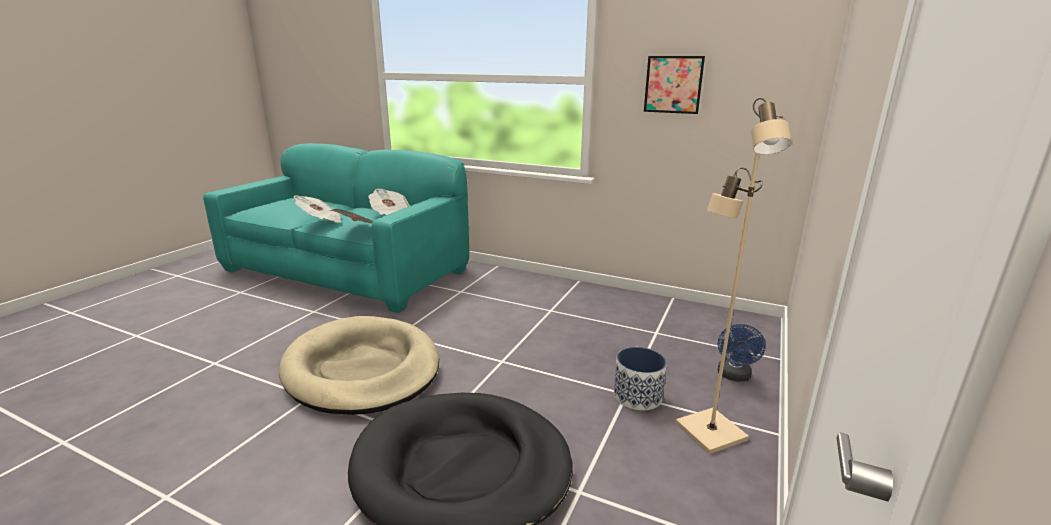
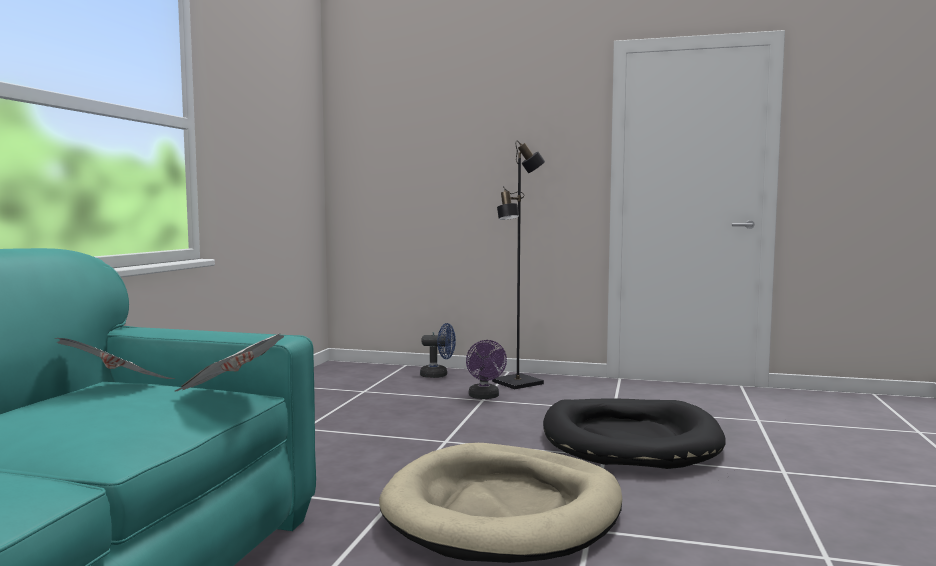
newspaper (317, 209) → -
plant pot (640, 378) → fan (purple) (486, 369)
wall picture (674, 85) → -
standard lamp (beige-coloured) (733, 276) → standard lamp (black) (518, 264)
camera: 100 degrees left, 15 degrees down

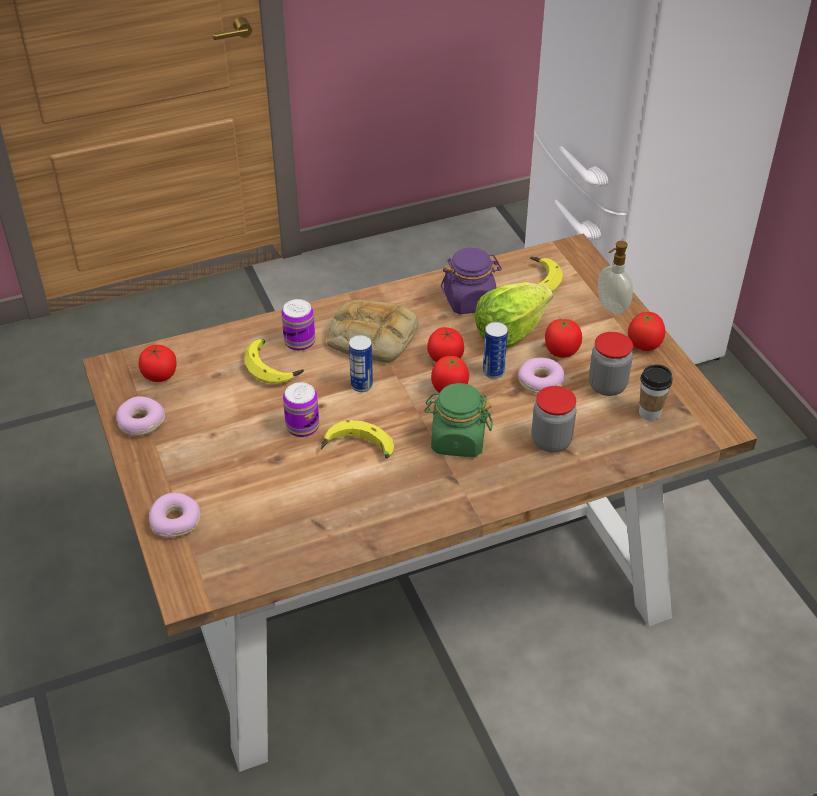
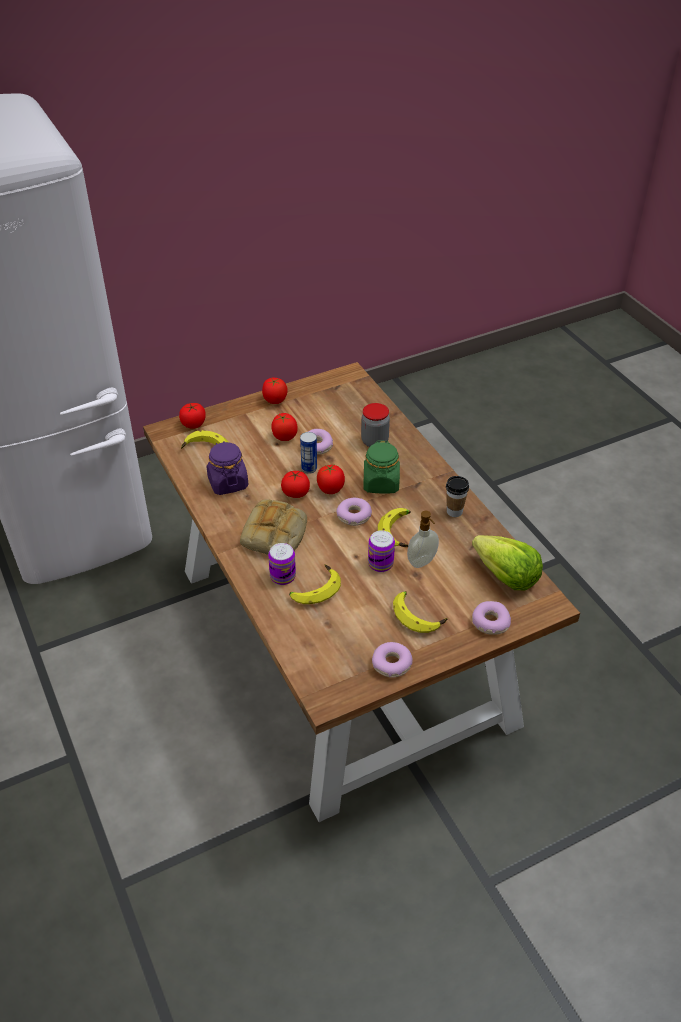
fresh tomato (158, 363) → fresh tomato (192, 416), move
metal can (361, 363) → -
lettuce (513, 315) → lettuce (507, 562), move
preserve jar (611, 364) → -
liquid soap bottle (615, 278) → liquid soap bottle (423, 539), move
small cup (656, 392) → small cup (457, 496), move
- → doughnut (354, 512)
- → whole banana (420, 612)
camera: 95 degrees left, 0 degrees up

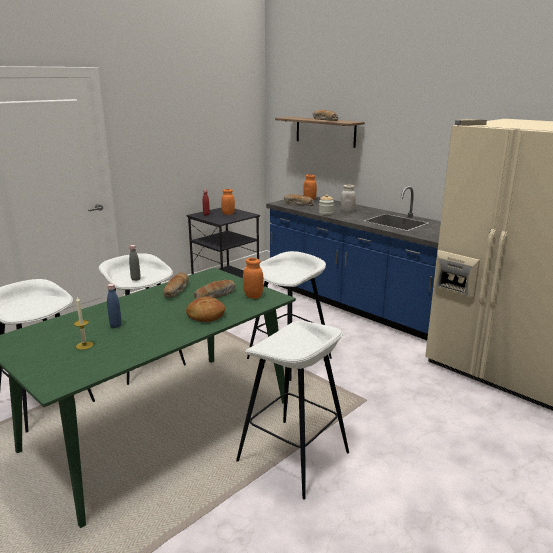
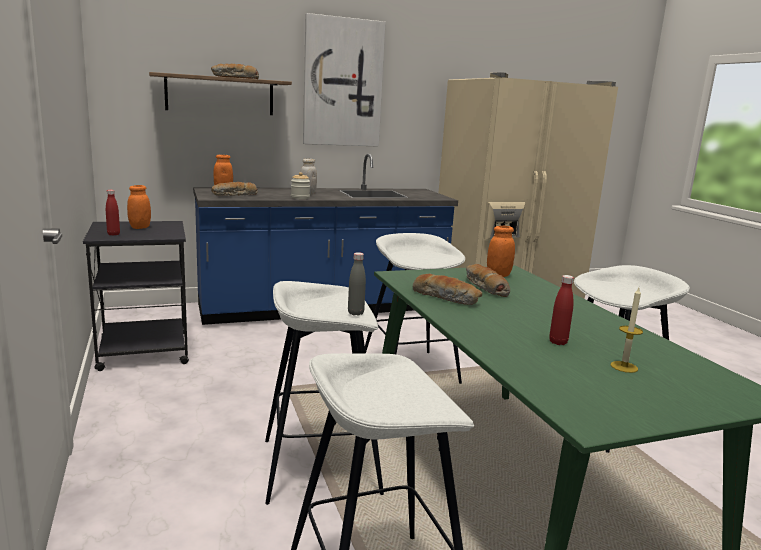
bottle (blue) (114, 306) → bottle (red-coloured) (561, 310)
bread (205, 309) → -
- → wall picture (344, 80)
camera: 65 degrees left, 5 degrees down

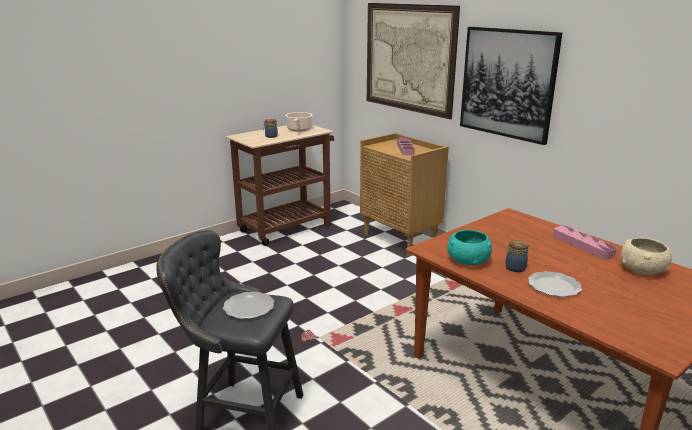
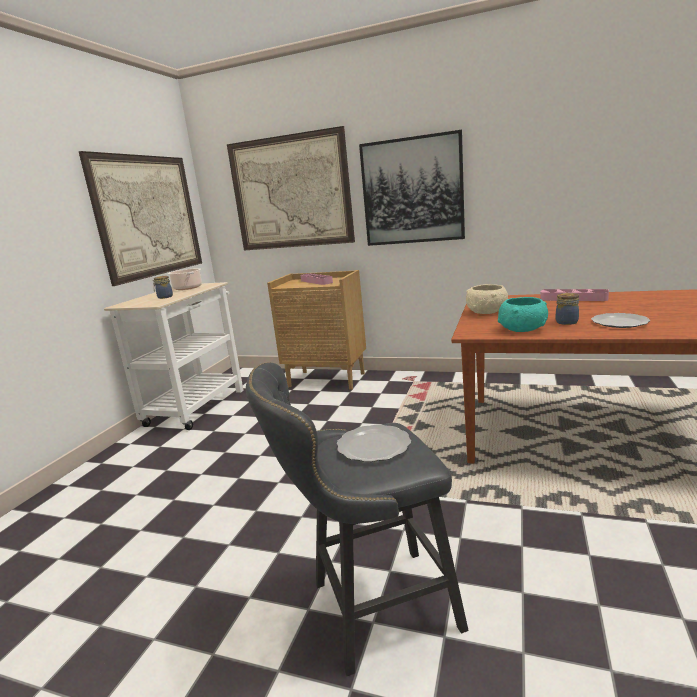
wheeled cart (brownish) (280, 185) → wheeled cart (white) (174, 356)
serving bowl (beige-coloured) (646, 256) → serving bowl (beige-coloured) (487, 299), move
- → wall picture (140, 218)
camera: 30 degrees left, 5 degrees down

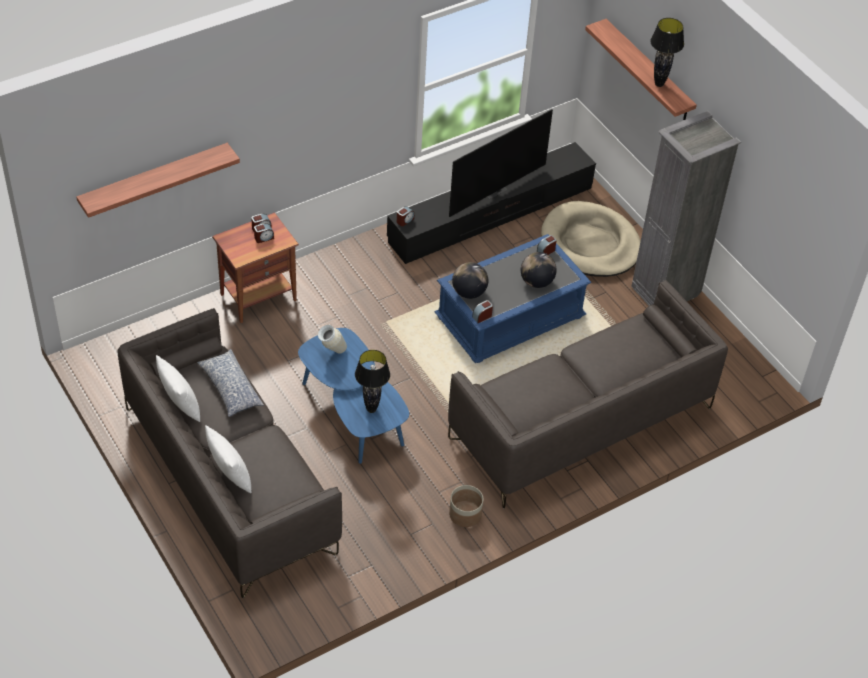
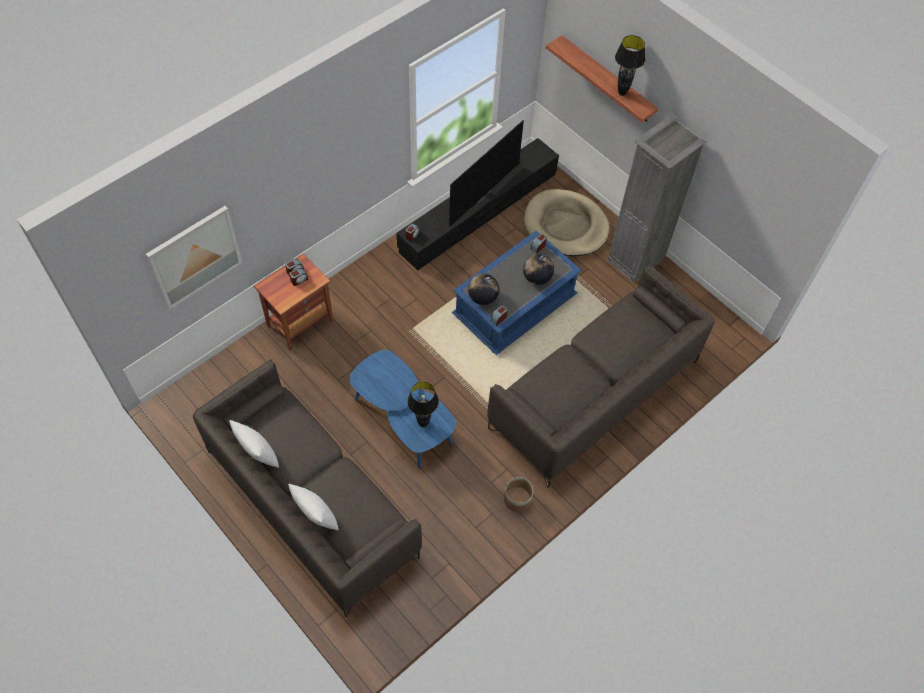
wall shelf (158, 180) → wall picture (194, 257)
throw pillow (230, 383) → -
vase (332, 339) → -
camera: 10 degrees left, 10 degrees up

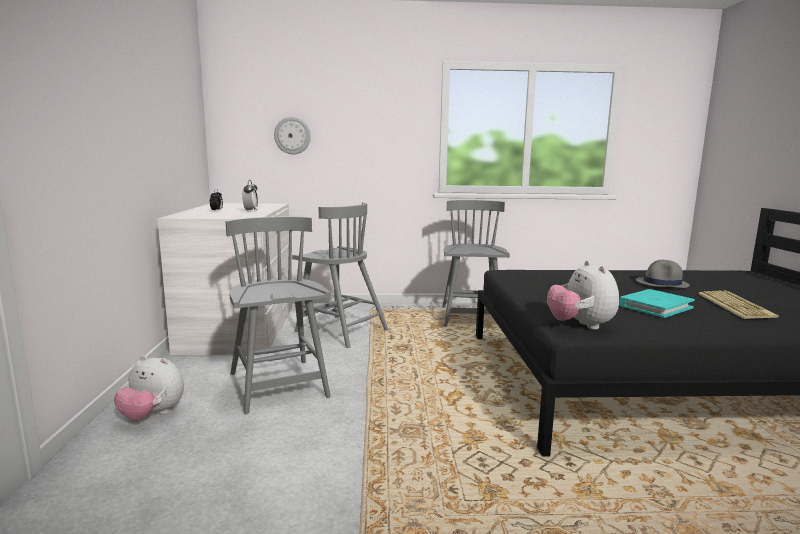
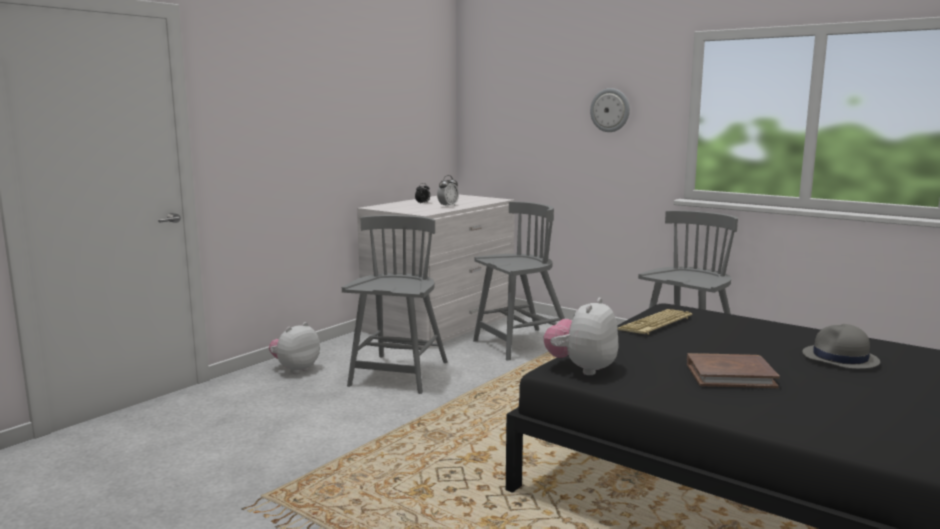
plush toy (149, 387) → plush toy (294, 348), 75 degrees clockwise
clock on the wall (292, 135) → clock on the wall (610, 110), move
plain chair (grey) (340, 275) → plain chair (grey) (519, 281), 105 degrees counterclockwise
volume (blue-green) (657, 303) → volume (brownish) (733, 370)
computer keyboard (739, 304) → computer keyboard (655, 322), move
camera: 40 degrees right, 0 degrees up

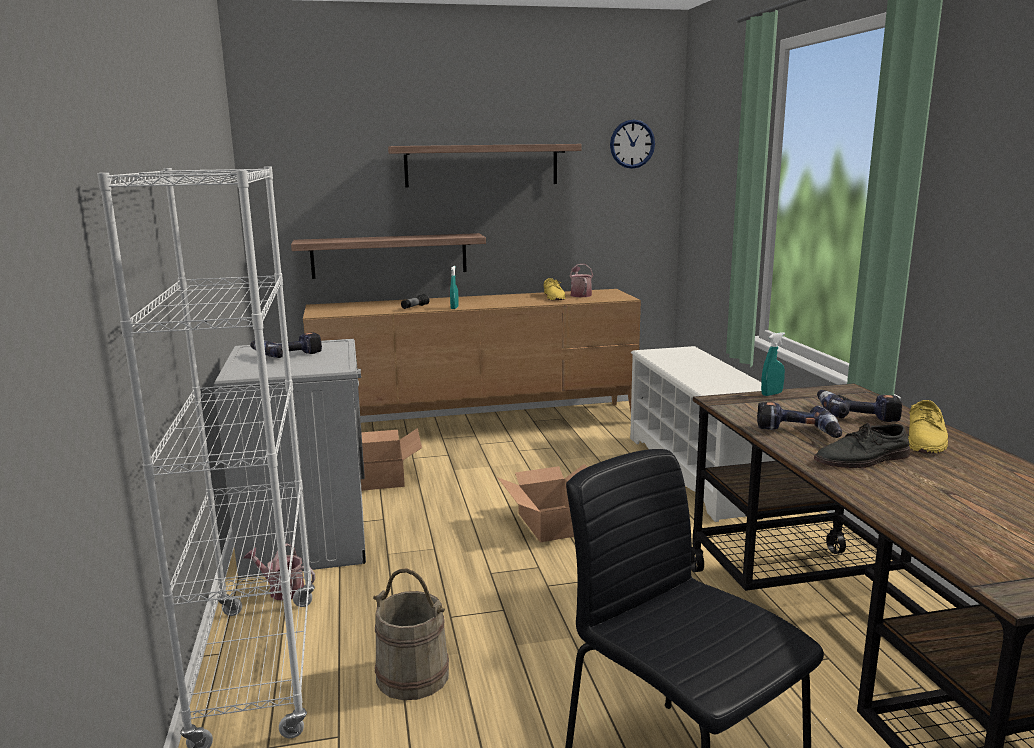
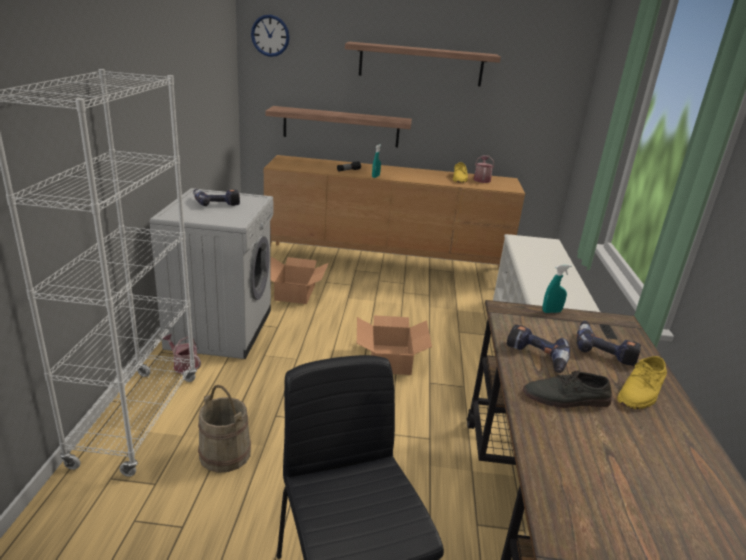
clock on the wall (632, 144) → clock on the wall (270, 36), move
camera: 15 degrees right, 10 degrees up

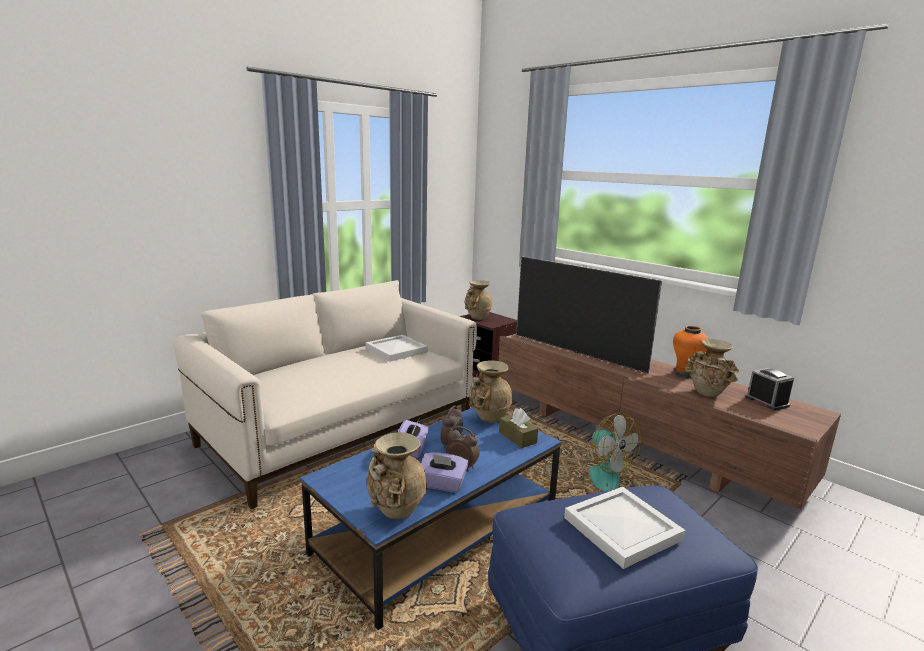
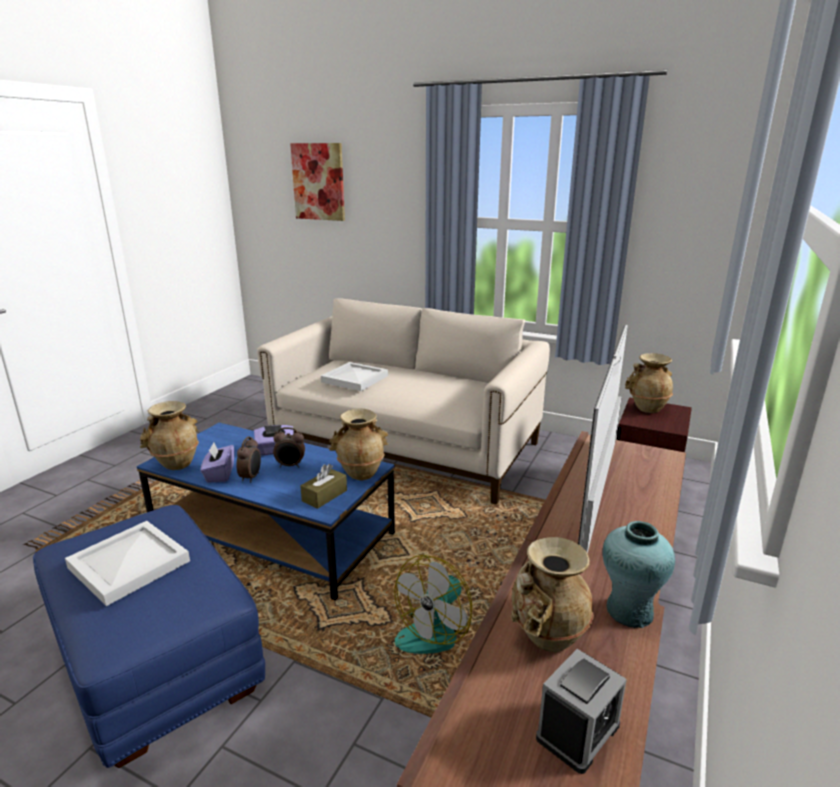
carrying tray (white) (396, 348) → carrying tray (white) (354, 376), move
vase (orange) (691, 352) → vase (blue-green) (638, 574)
- → wall picture (317, 182)
camera: 70 degrees right, 5 degrees up

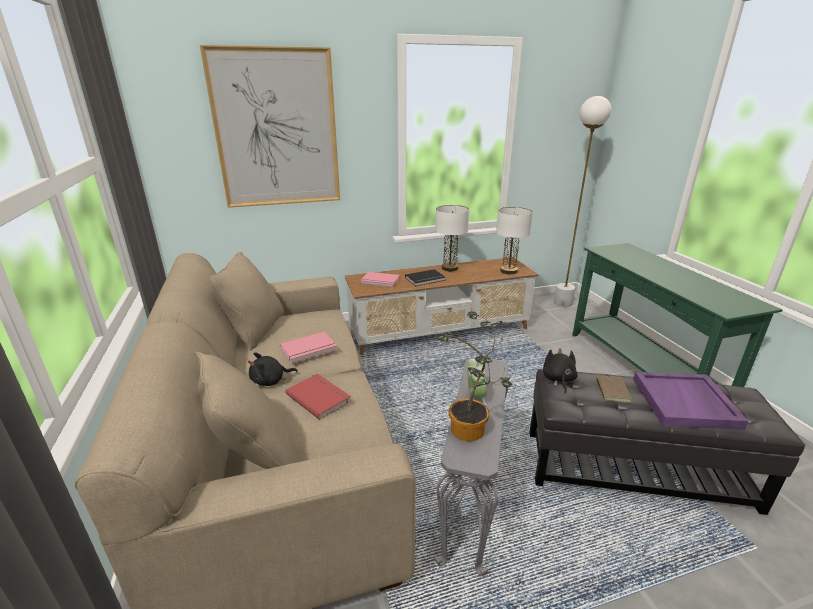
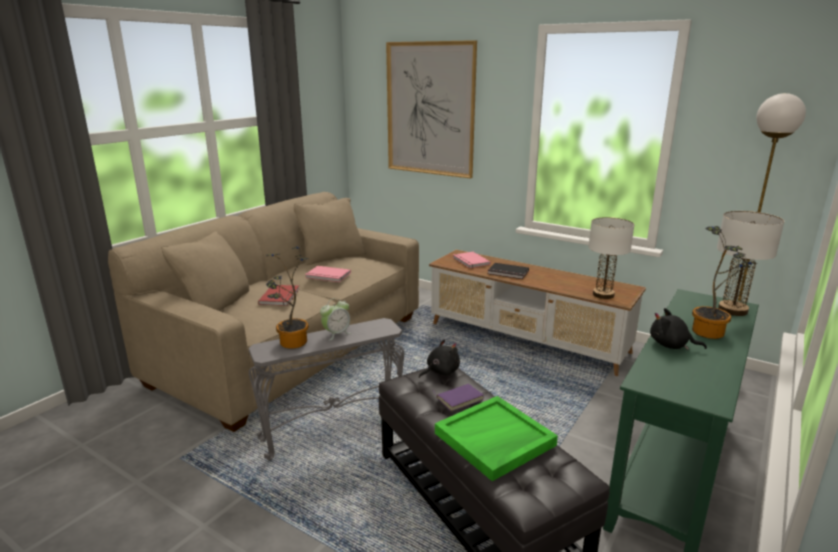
plush toy (black) (273, 369) → plush toy (black) (678, 329), move
tabletop lamp (452, 238) → tabletop lamp (750, 263), move
volume (brownish) (614, 389) → volume (purple) (459, 397)
carrying tray (purple) (691, 401) → carrying tray (greenish) (496, 438)
- → plant in a pot (724, 282)
camera: 50 degrees right, 5 degrees down

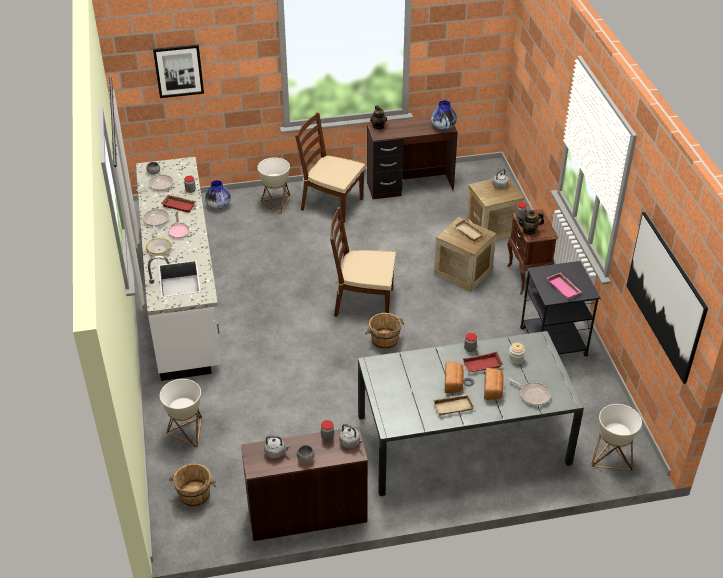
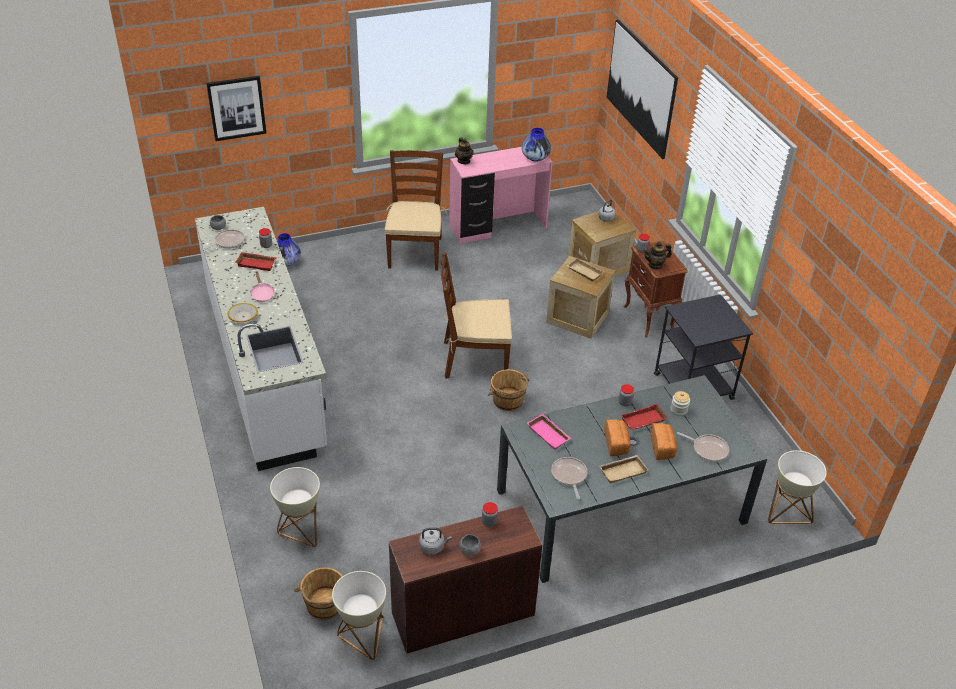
frying pan (156, 221) → frying pan (569, 478), move
plant pot (273, 185) → plant pot (359, 615), move
plain chair (brownish) (330, 167) → plain chair (brownish) (416, 210), 75 degrees clockwise
water kettle (grey) (351, 436) → -
desk (brownish) (412, 157) → desk (pink) (500, 195)
carrying tray (pink) (564, 286) → carrying tray (pink) (549, 432), move
wall picture (667, 298) → wall picture (642, 89), move
camera: 10 degrees left, 0 degrees up

